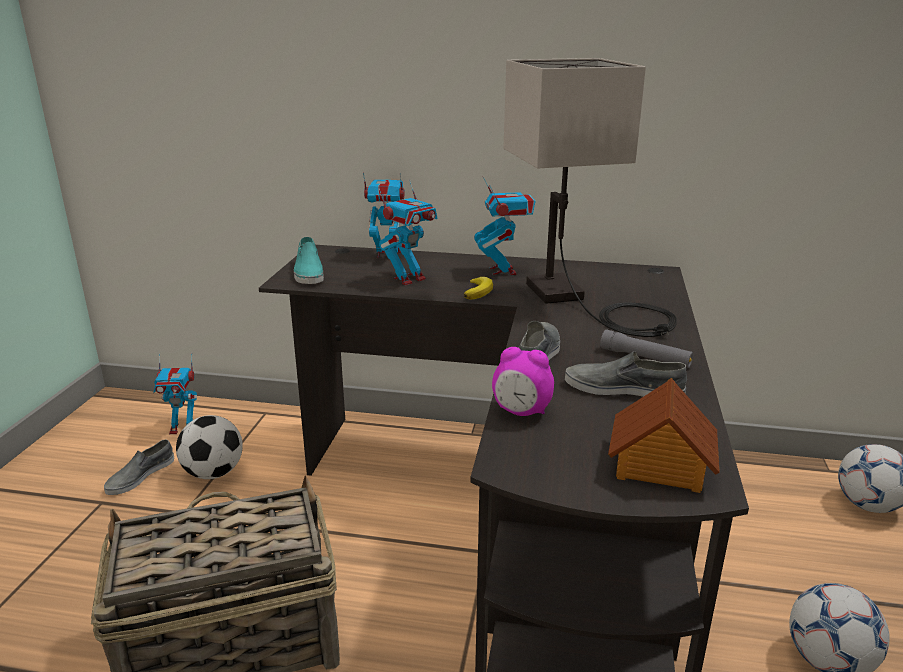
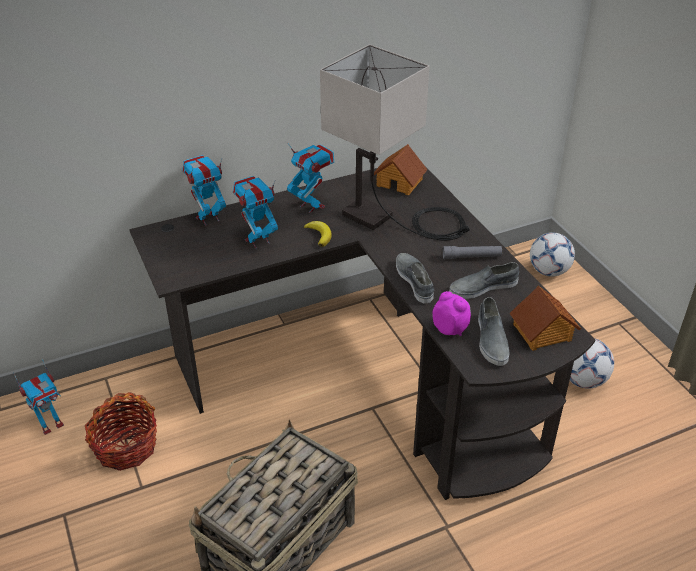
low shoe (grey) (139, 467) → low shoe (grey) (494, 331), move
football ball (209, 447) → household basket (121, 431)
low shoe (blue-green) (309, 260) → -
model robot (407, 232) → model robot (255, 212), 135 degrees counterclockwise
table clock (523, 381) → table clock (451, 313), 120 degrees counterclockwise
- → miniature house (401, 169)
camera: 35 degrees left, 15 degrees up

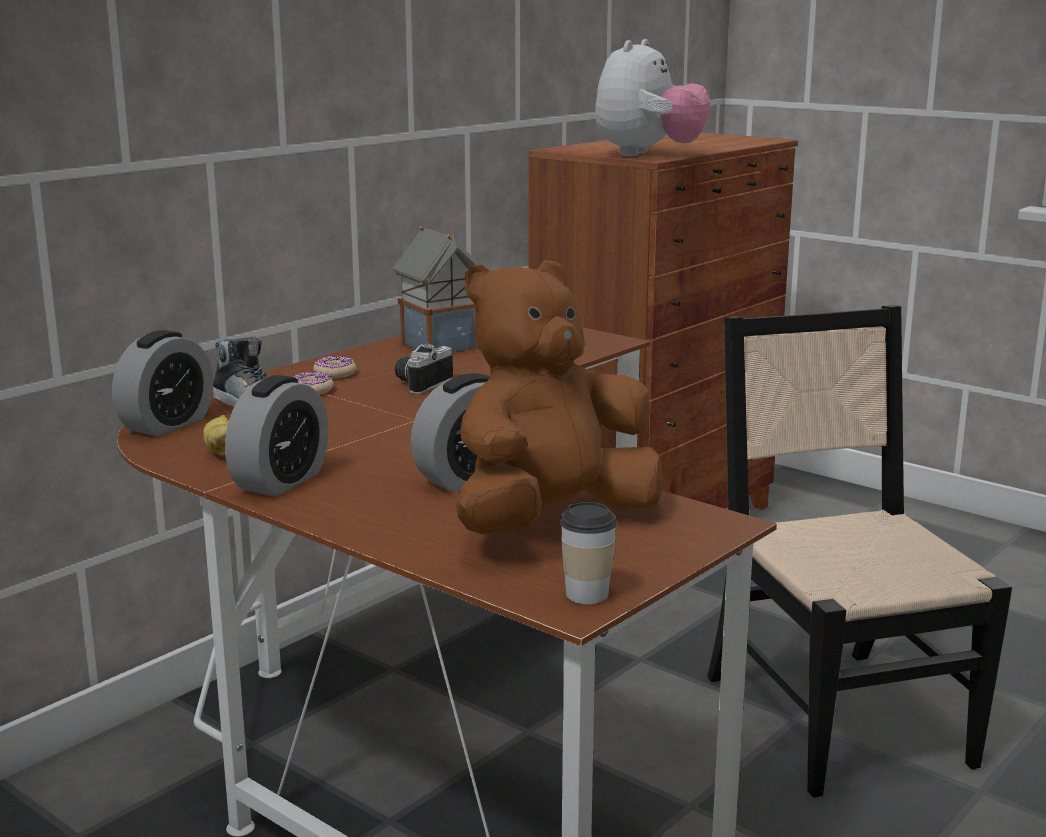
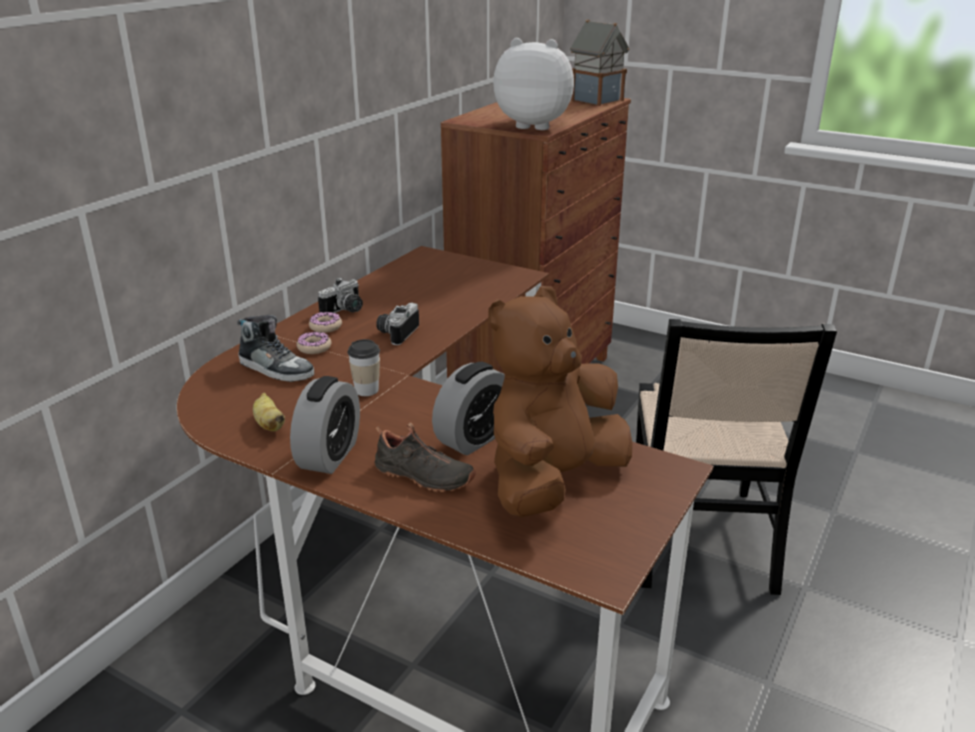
table clock (162, 383) → -
miniature house (436, 289) → miniature house (600, 62), move
small cup (588, 553) → small cup (363, 367), move
plush toy (653, 97) → plush toy (533, 84), 90 degrees counterclockwise
plain chair (859, 551) → plain chair (736, 457), 150 degrees counterclockwise
- → still camera (340, 295)
- → low shoe (black) (425, 457)
camera: 10 degrees left, 10 degrees up

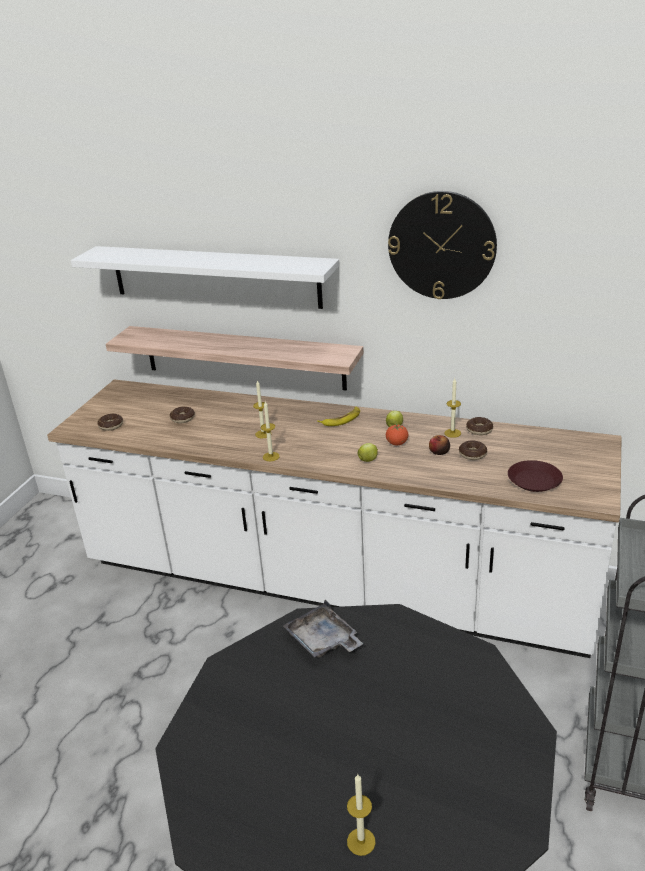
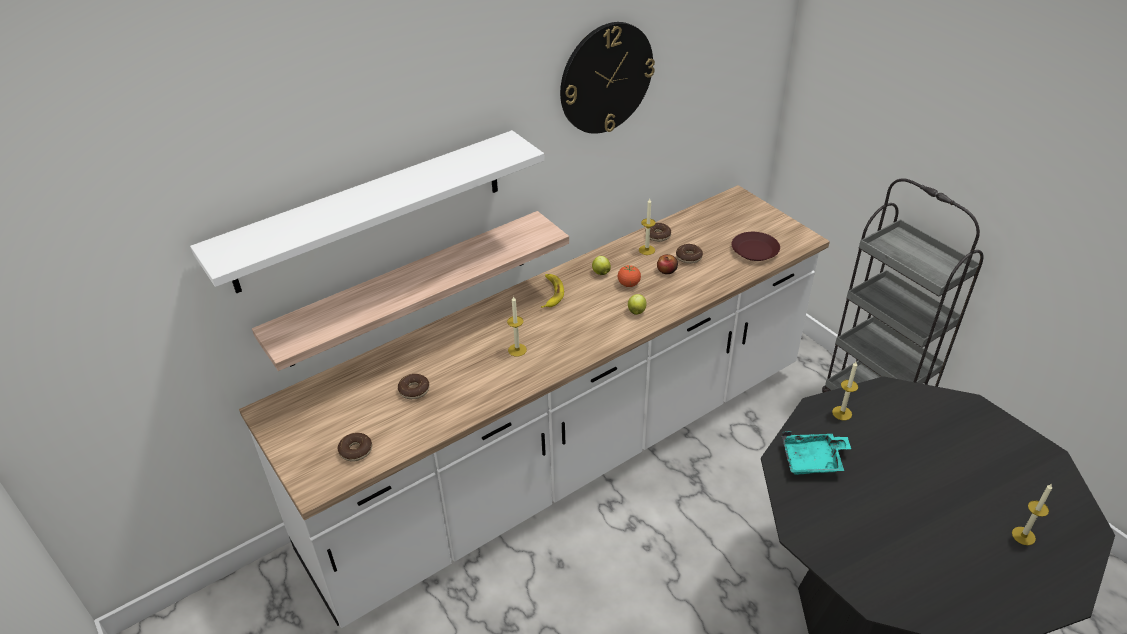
candle (270, 431) → candle (845, 391), move
carrying tray (grey) (323, 629) → carrying tray (blue-green) (816, 453)
camera: 55 degrees left, 10 degrees up

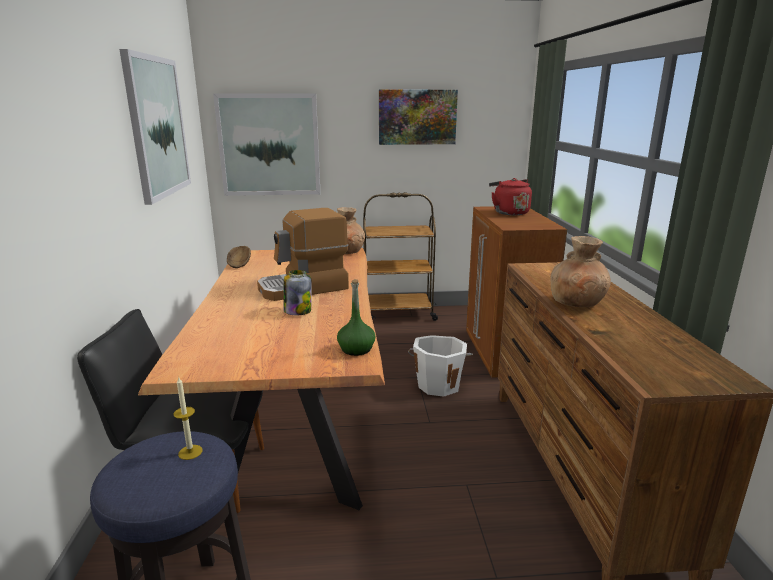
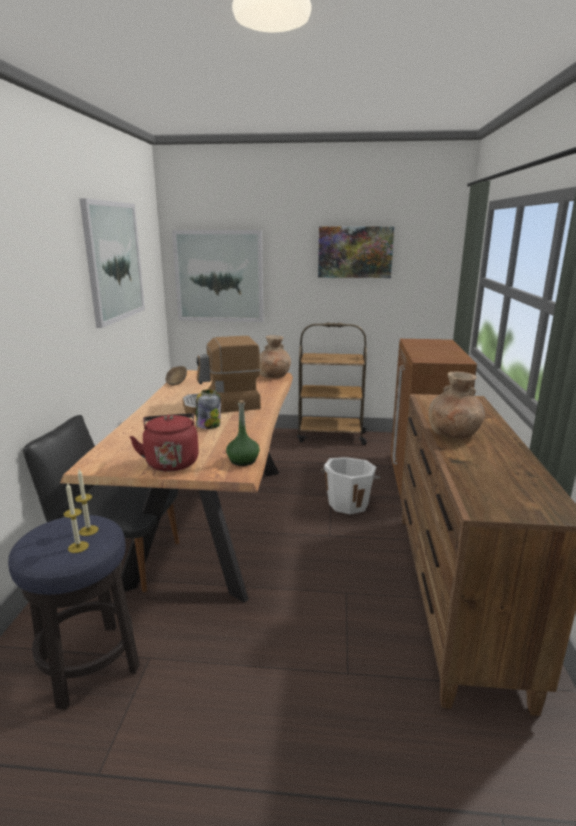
water kettle (red-coloured) (510, 196) → water kettle (red-coloured) (164, 442), move
- → candle (76, 517)
camera: 10 degrees right, 0 degrees up

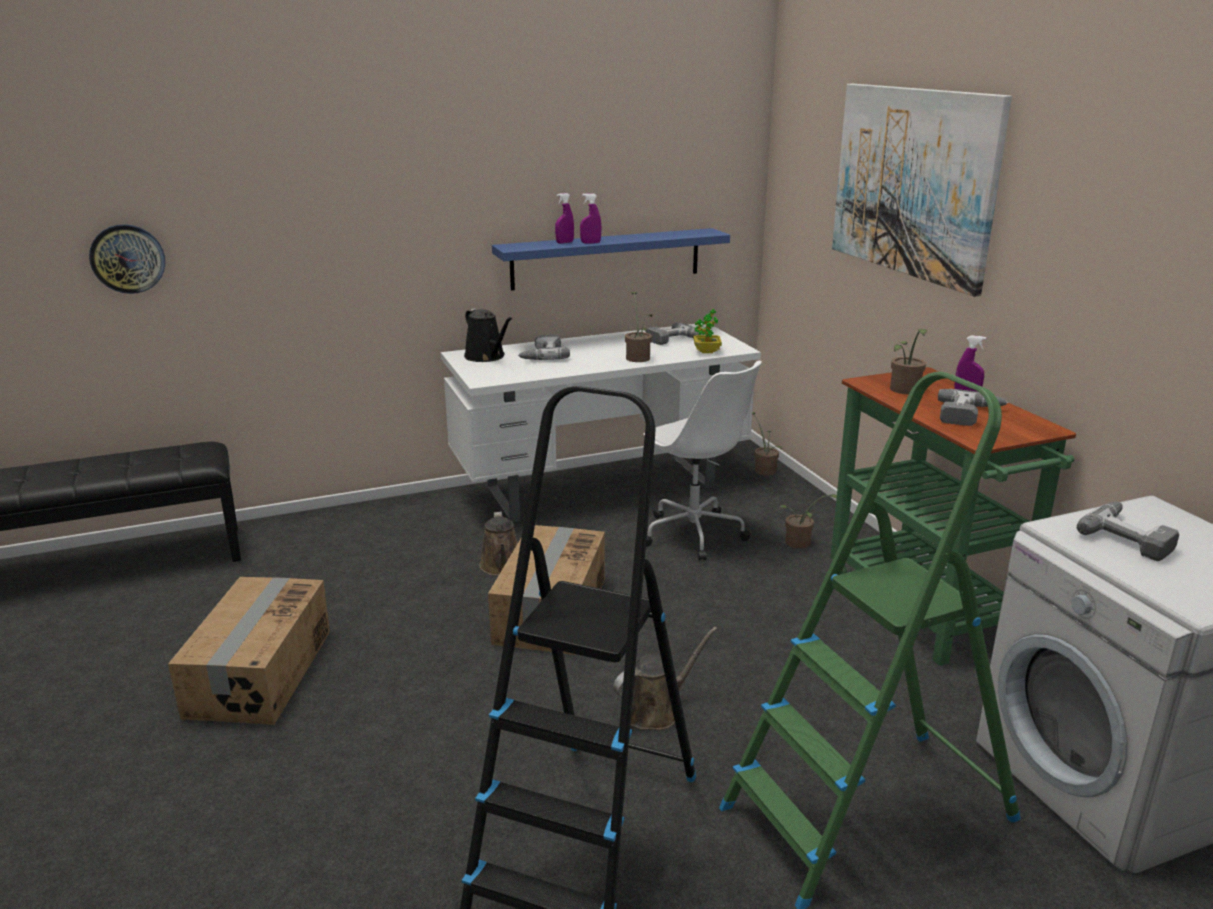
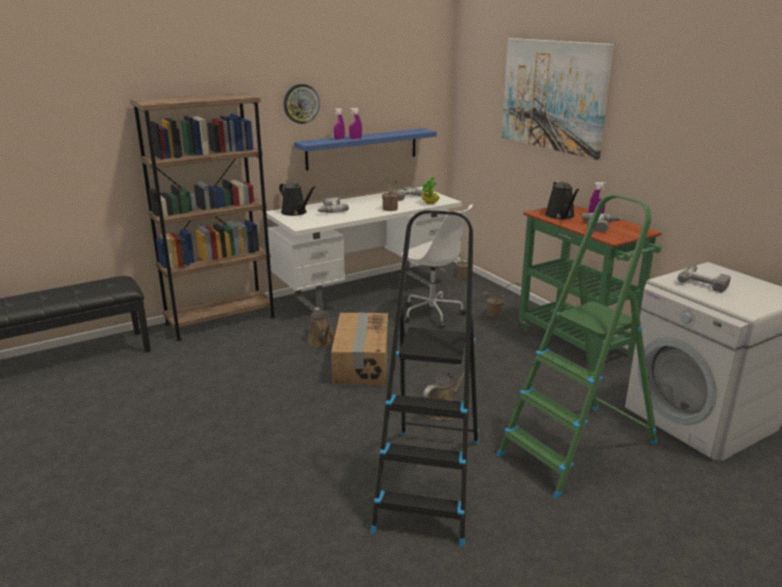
clock on the wall (127, 259) → clock on the wall (301, 104), move
packing box (249, 651) → -
plant in a pot (908, 361) → sprinkling can (black) (562, 200)
- → shelving unit (brownish) (202, 217)
camera: 10 degrees left, 0 degrees up

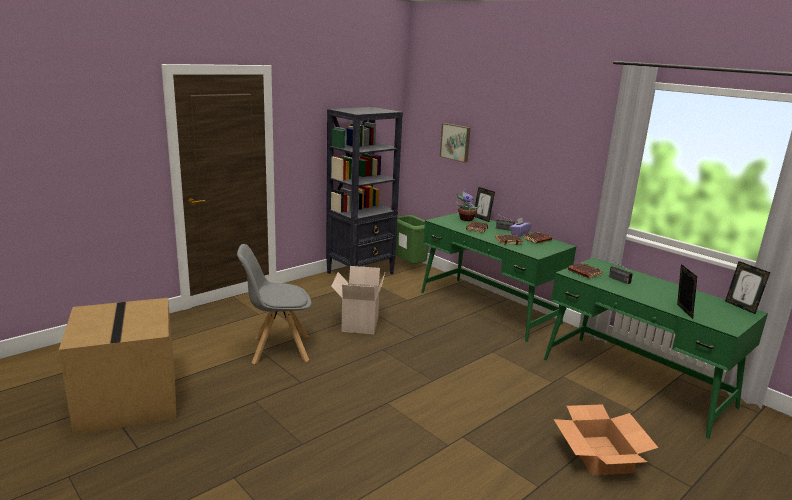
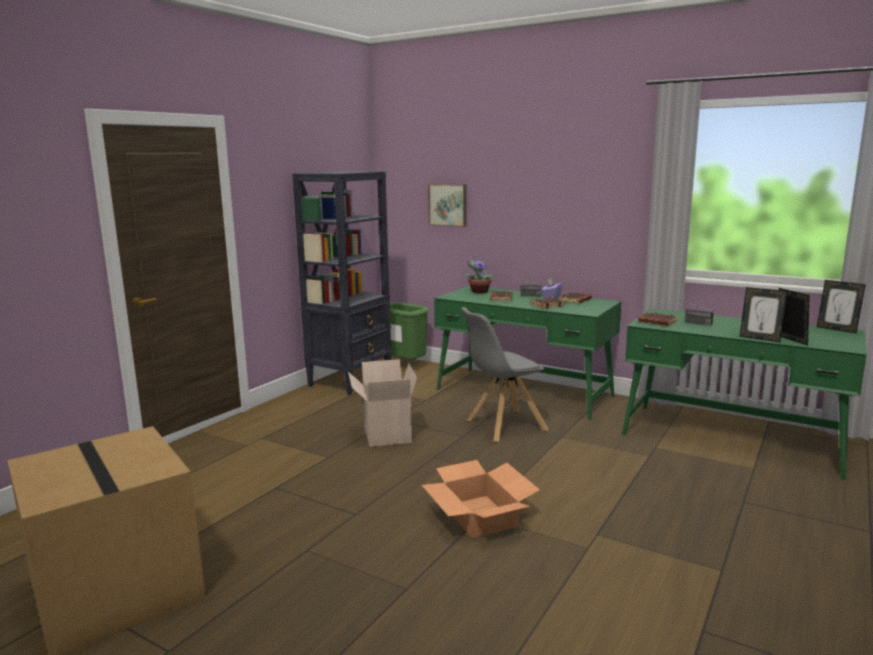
plain chair (grey) (274, 304) → plain chair (grey) (504, 374), move
picture frame (484, 204) → picture frame (763, 314), move
packing box (605, 439) → packing box (481, 499), move
camera: 15 degrees left, 5 degrees down

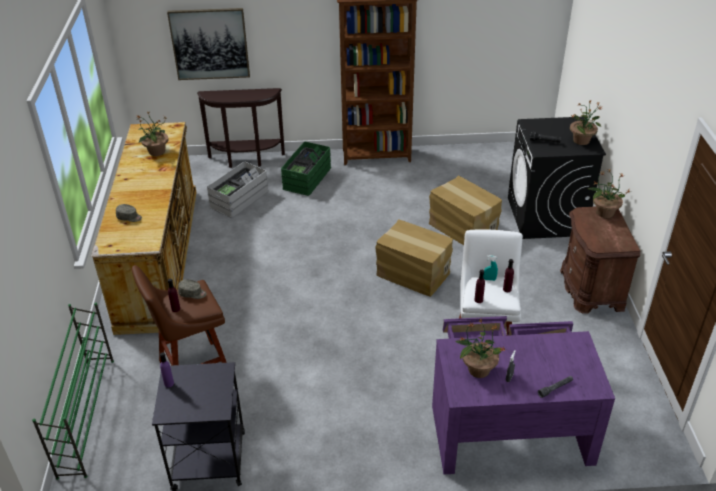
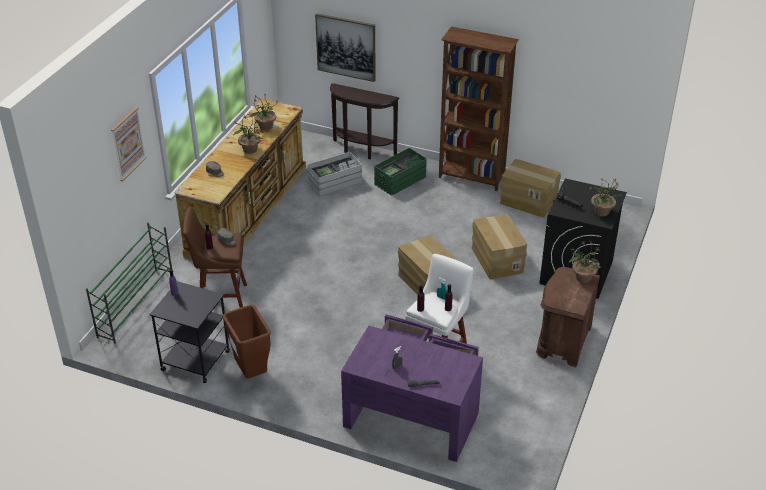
plant in a pot (480, 348) → plant in a pot (247, 134), move
- → wall picture (129, 144)
- → trash can (brownish) (247, 341)
- → packing box (530, 188)
camera: 25 degrees right, 0 degrees up

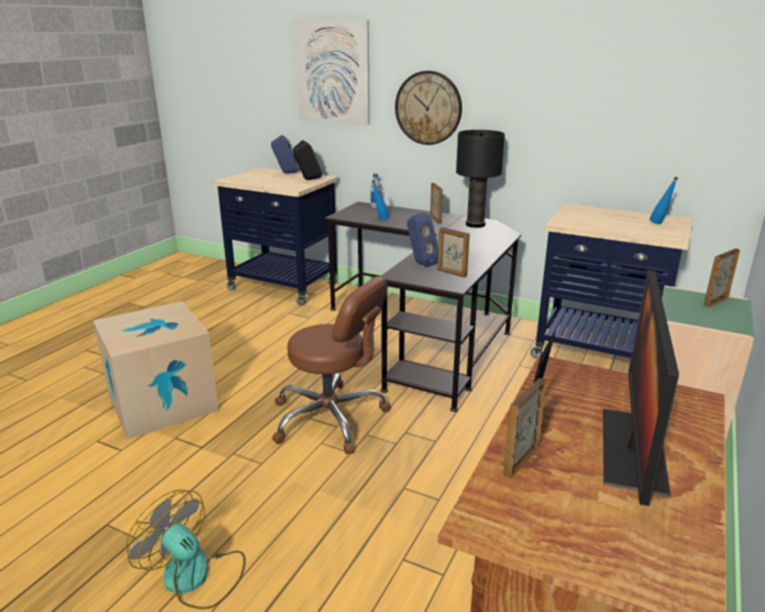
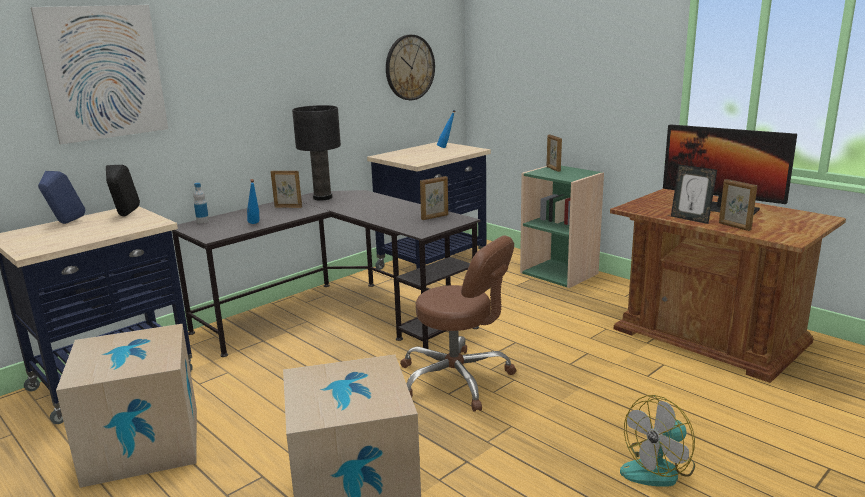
desk chair (brownish) (331, 365) → desk chair (brownish) (458, 323), 75 degrees clockwise
clock on the wall (428, 108) → clock on the wall (410, 67), move
speaker (blue) (422, 239) → -
- → packing box (126, 406)
camera: 70 degrees left, 5 degrees down

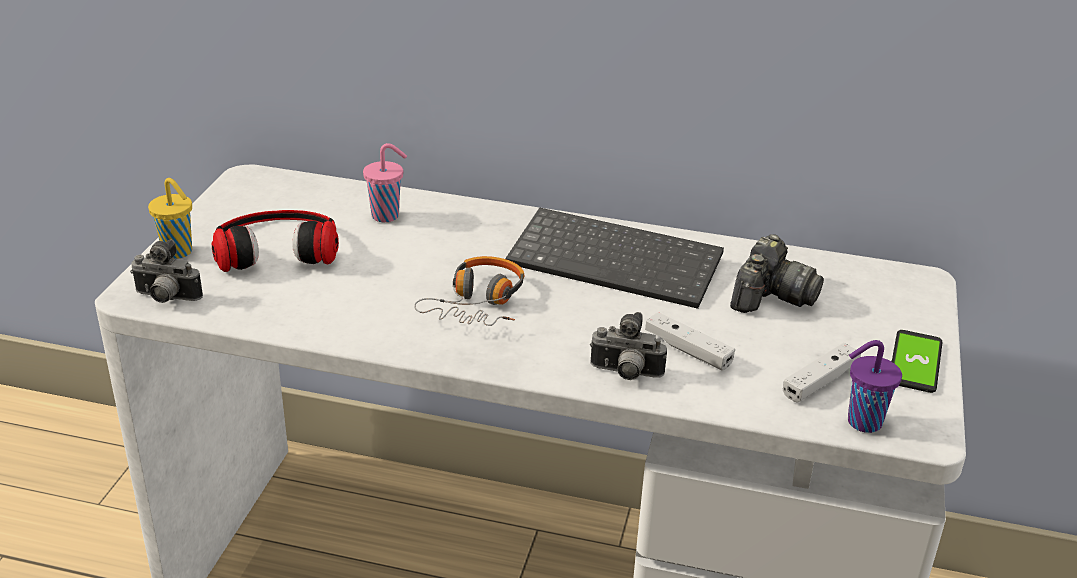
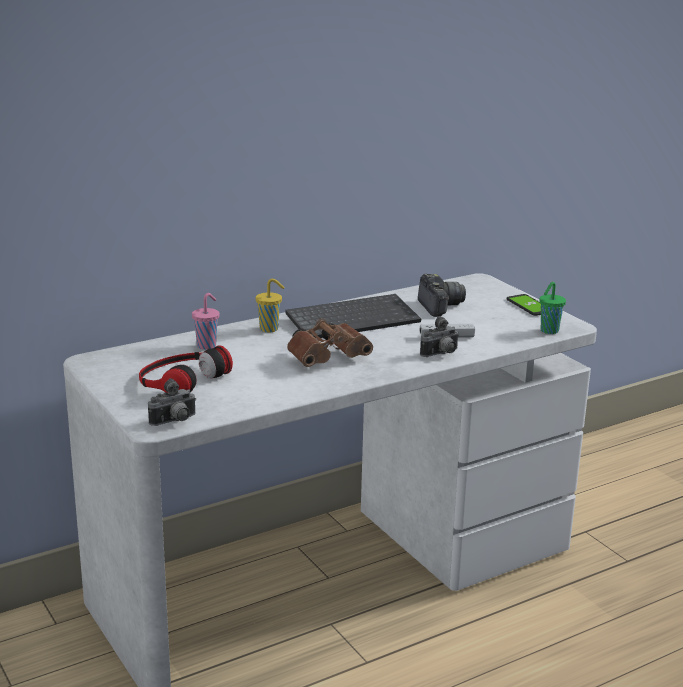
small cup (yellow) (170, 218) → small cup (yellow) (270, 305), move
headset (469, 291) → binoculars (brownish) (330, 342)
joypad (white) (822, 373) → -
small cup (purple) (875, 386) → small cup (greenish) (552, 308)
camera: 45 degrees left, 10 degrees down

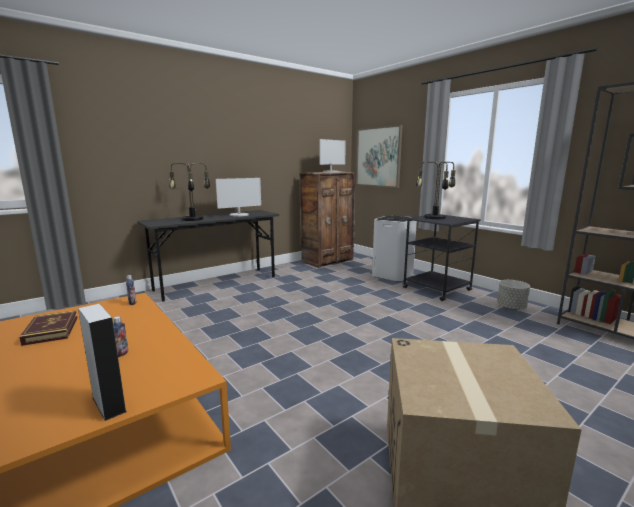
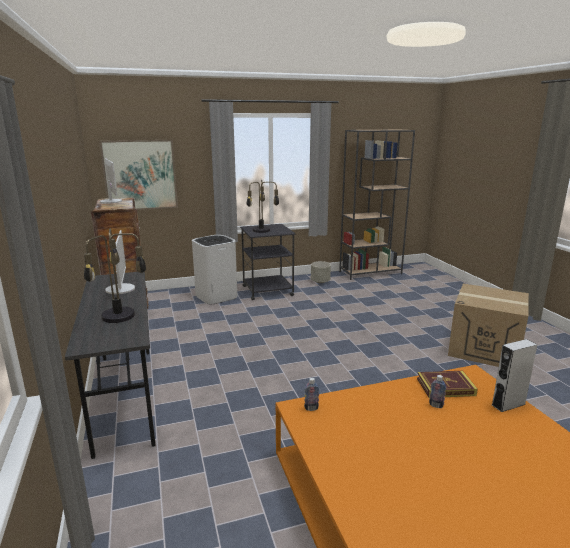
volume (48, 328) → volume (447, 384), move
camera: 70 degrees left, 5 degrees up

